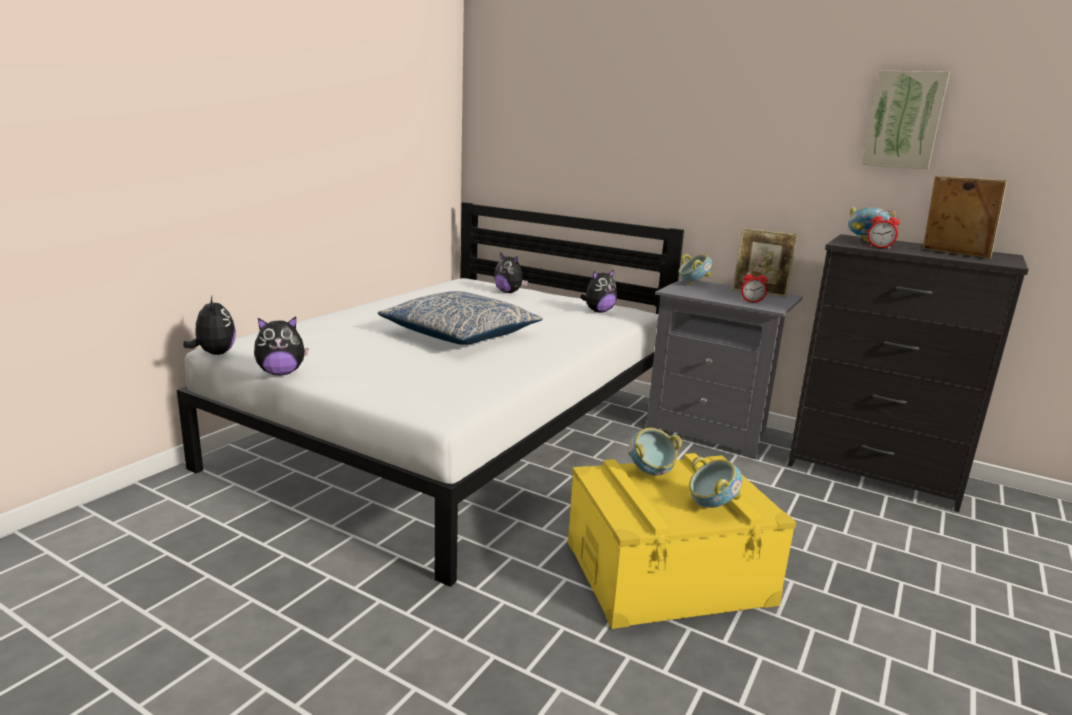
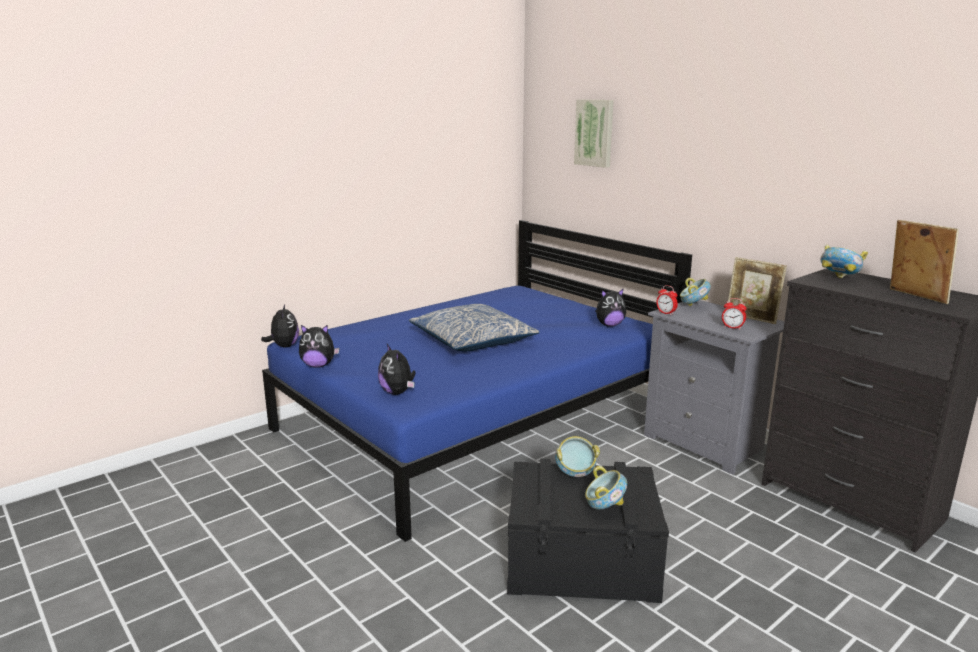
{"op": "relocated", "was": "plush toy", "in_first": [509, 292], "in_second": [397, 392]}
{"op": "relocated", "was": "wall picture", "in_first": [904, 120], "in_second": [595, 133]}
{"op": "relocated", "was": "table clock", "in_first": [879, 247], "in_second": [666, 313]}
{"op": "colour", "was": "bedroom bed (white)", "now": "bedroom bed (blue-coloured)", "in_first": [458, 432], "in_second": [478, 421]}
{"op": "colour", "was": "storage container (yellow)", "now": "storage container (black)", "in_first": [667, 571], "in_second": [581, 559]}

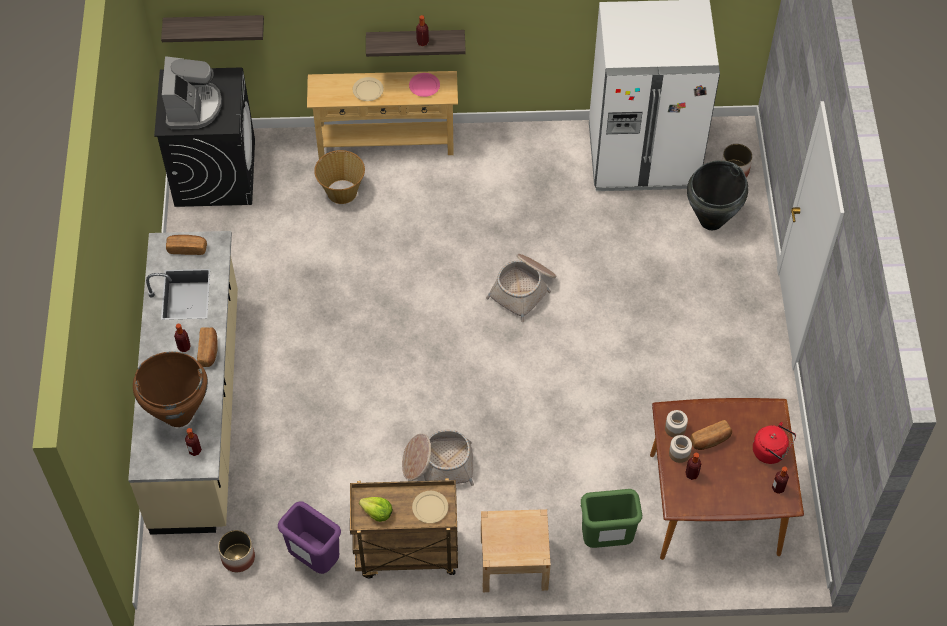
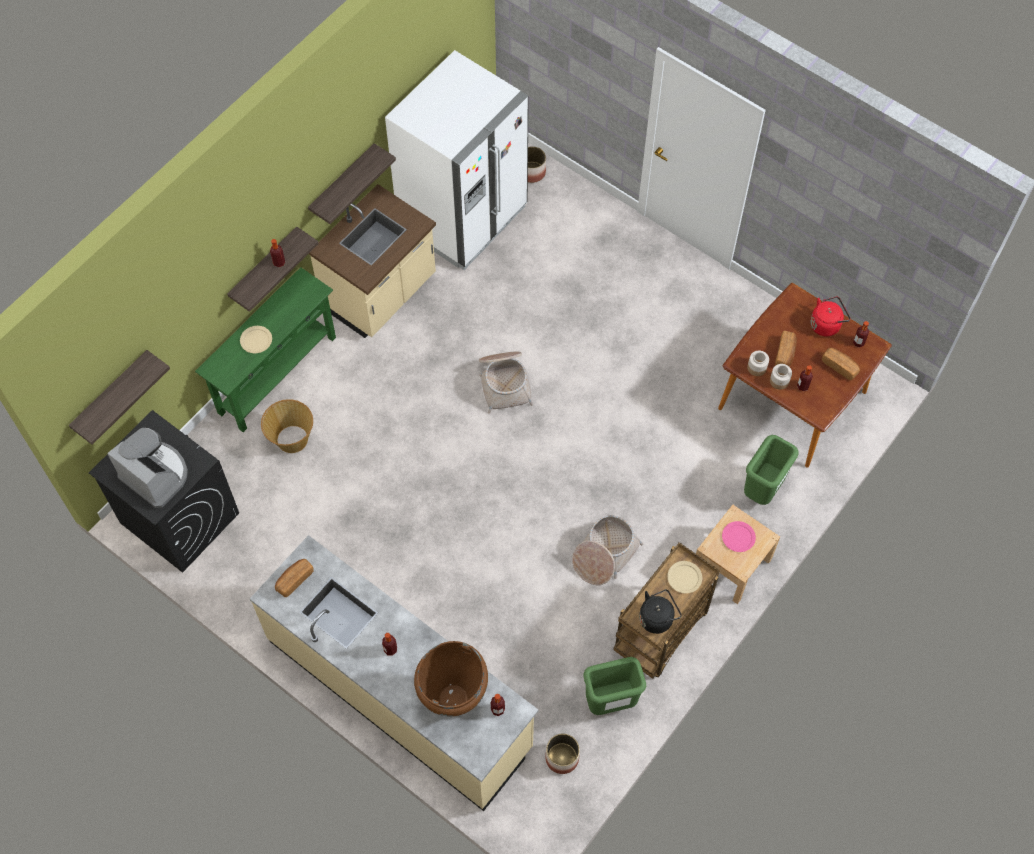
{"op": "missing", "was": "vase (black)", "in_first": [711, 221]}
{"op": "appeared", "now": "bracket shelf", "in_second": [342, 183]}
{"op": "appeared", "now": "counter (beige)", "in_second": [380, 294]}
{"op": "relocated", "was": "bread", "in_first": [208, 351], "in_second": [840, 366]}
{"op": "relocated", "was": "flat dish (pink-coloured)", "in_first": [424, 86], "in_second": [738, 537]}
{"op": "exchanged", "was": "lettuce head", "now": "tea kettle (black)", "in_first": [377, 513], "in_second": [657, 618]}
{"op": "colour", "was": "waste bin (purple-coloured)", "now": "waste bin (greenish)", "in_first": [314, 559], "in_second": [610, 702]}
{"op": "colour", "was": "console table (beige)", "now": "console table (greenish)", "in_first": [386, 143], "in_second": [277, 374]}

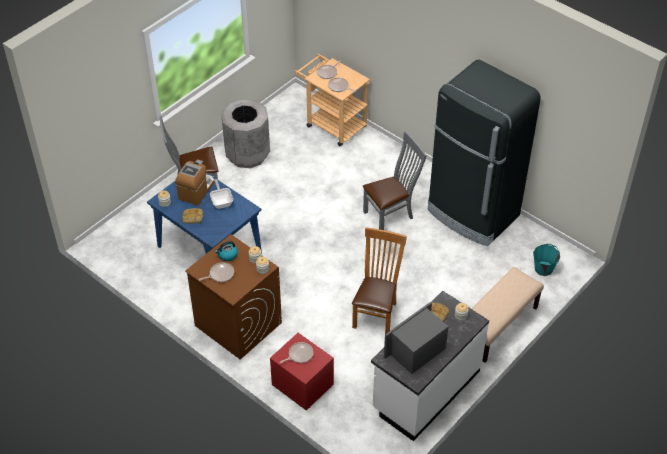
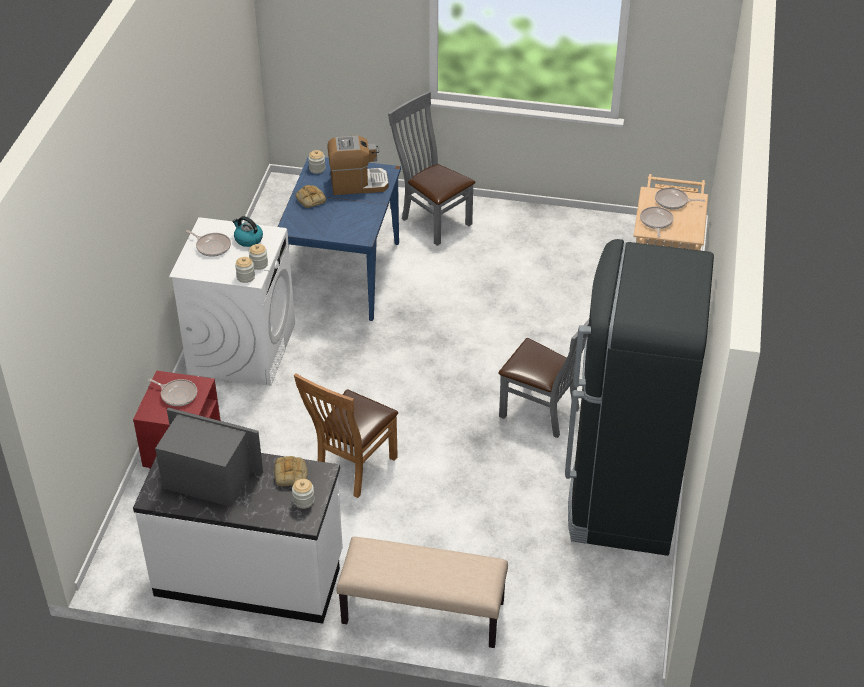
{"op": "missing", "was": "frying pan", "in_first": [221, 201]}
{"op": "missing", "was": "waste bin (grey)", "in_first": [247, 154]}
{"op": "missing", "was": "water bucket (turquoise-coloured)", "in_first": [543, 269]}
{"op": "colour", "was": "laundry appliance (brownish)", "now": "laundry appliance (white)", "in_first": [237, 324], "in_second": [242, 348]}
{"op": "spun", "was": "upright chair (brownish)", "in_first": [376, 313], "in_second": [352, 470], "clockwise": 135}

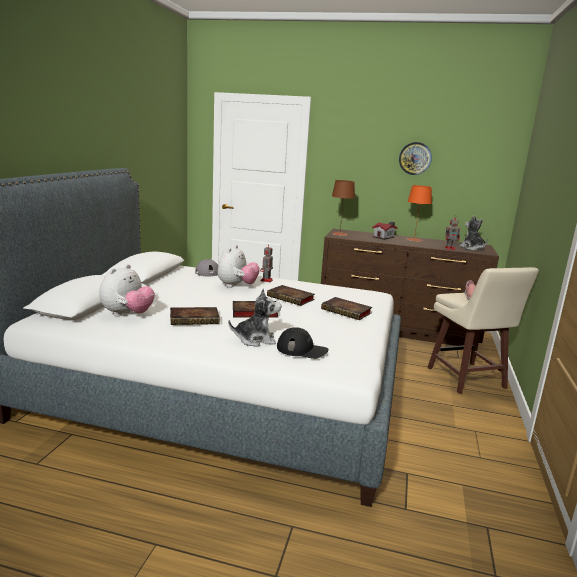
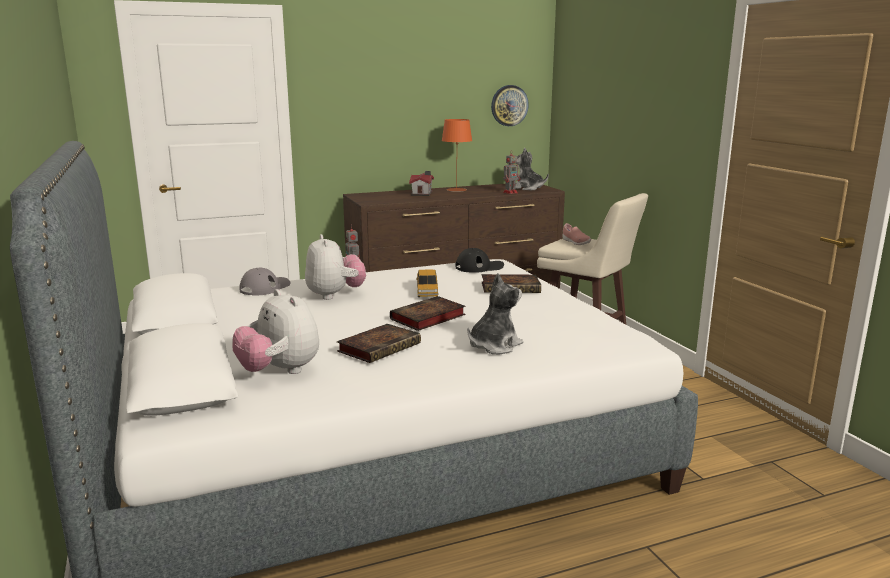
{"op": "missing", "was": "lamp for a table (brownish)", "in_first": [339, 234]}
{"op": "relocated", "was": "peaked cap (black)", "in_first": [302, 349], "in_second": [479, 267]}
{"op": "relocated", "was": "hanging clock", "in_first": [415, 158], "in_second": [509, 105]}
{"op": "exchanged", "was": "book", "now": "miniature car", "in_first": [292, 298], "in_second": [427, 290]}
{"op": "spun", "was": "plush toy", "in_first": [127, 314], "in_second": [279, 372], "clockwise": 150}

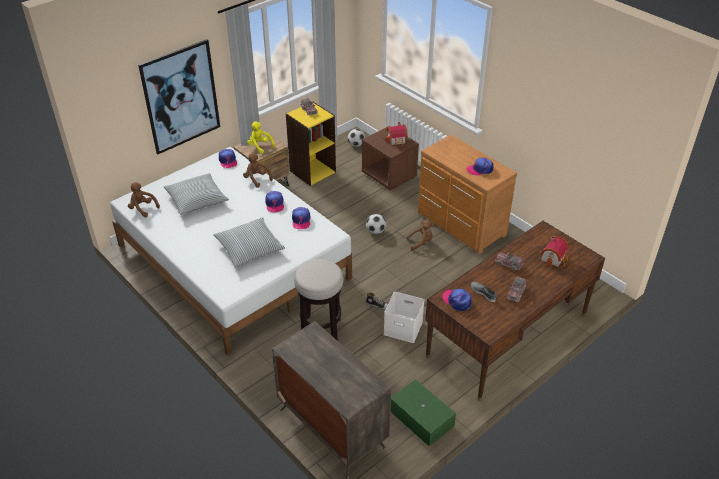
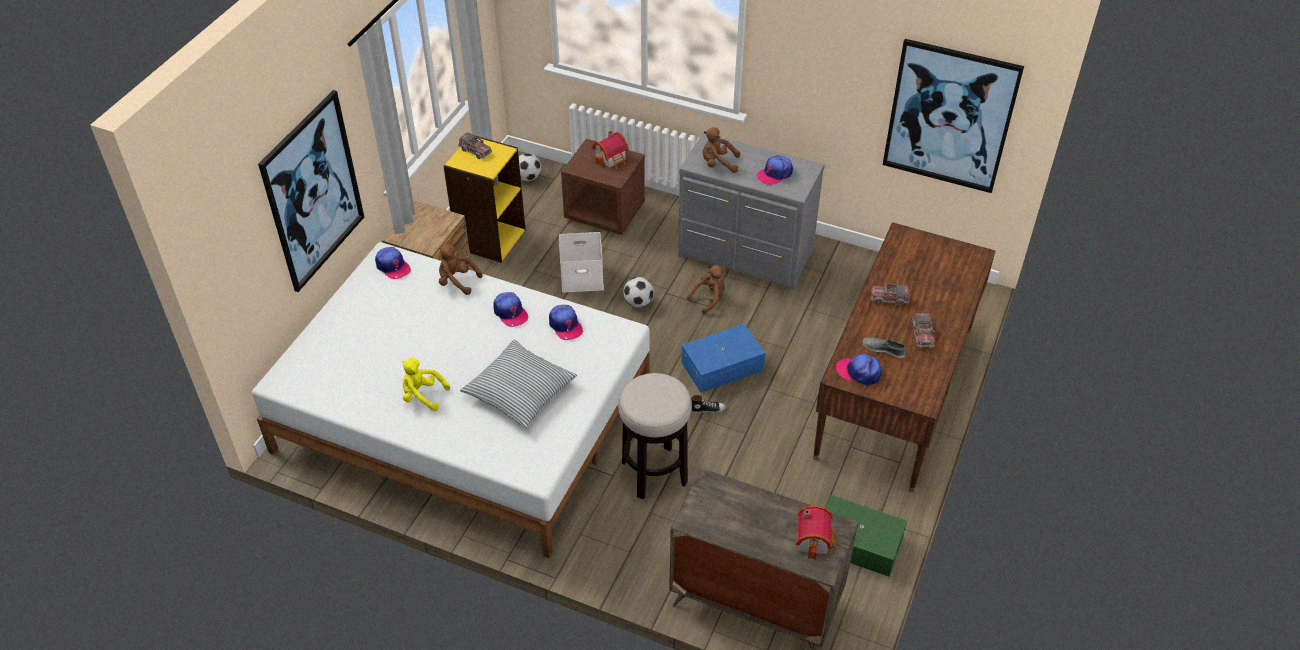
{"op": "missing", "was": "pillow", "in_first": [196, 199]}
{"op": "appeared", "now": "storage container (blue-coloured)", "in_second": [723, 367]}
{"op": "appeared", "now": "wall picture", "in_second": [950, 117]}
{"op": "relocated", "was": "plush toy (brownish)", "in_first": [142, 208], "in_second": [718, 164]}
{"op": "relocated", "was": "plush toy (yellow)", "in_first": [260, 146], "in_second": [422, 396]}
{"op": "relocated", "was": "storage container (white)", "in_first": [402, 328], "in_second": [581, 277]}
{"op": "relocated", "was": "miniature house", "in_first": [554, 258], "in_second": [815, 539]}
{"op": "colour", "was": "chest of drawers (brownish)", "now": "chest of drawers (grey)", "in_first": [460, 225], "in_second": [745, 256]}

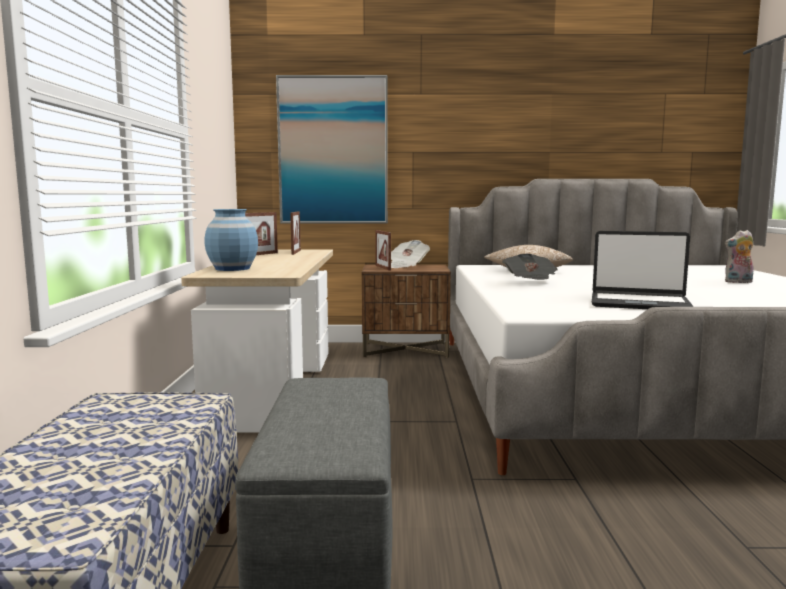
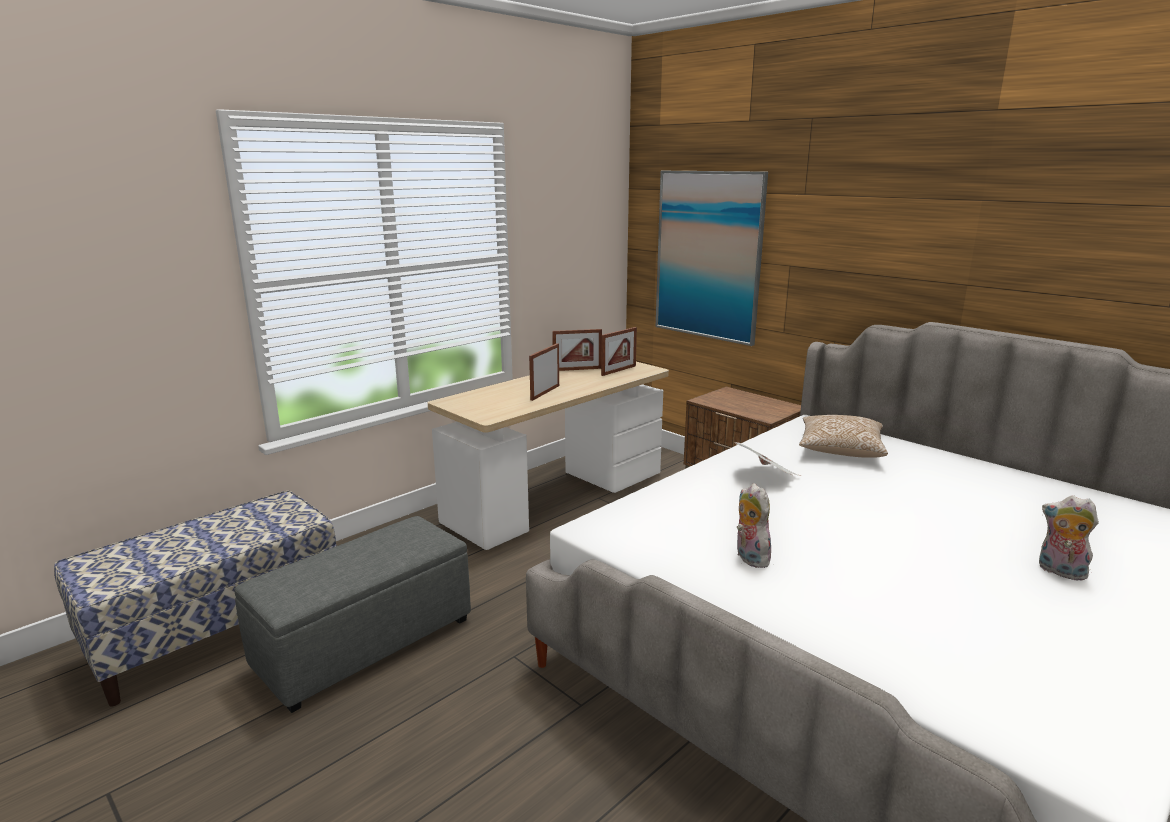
{"op": "missing", "was": "vase (blue-coloured)", "in_first": [232, 269]}
{"op": "missing", "was": "daily paper", "in_first": [407, 266]}
{"op": "relocated", "was": "photo frame", "in_first": [383, 267], "in_second": [545, 393]}
{"op": "exchanged", "was": "laptop", "now": "plush toy", "in_first": [639, 303], "in_second": [749, 557]}

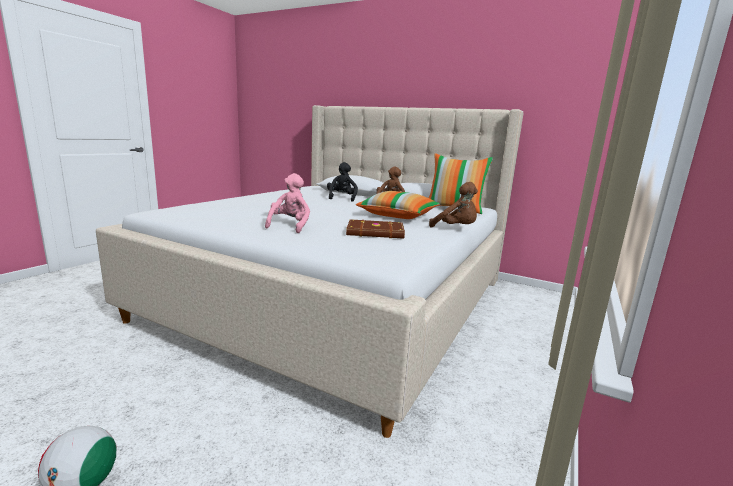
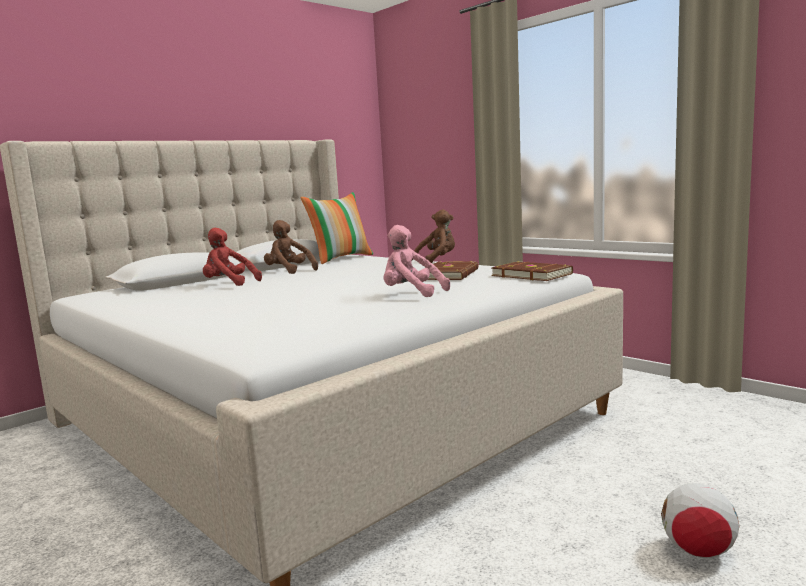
{"op": "missing", "was": "pillow", "in_first": [398, 216]}
{"op": "appeared", "now": "book (brownish)", "in_second": [532, 275]}
{"op": "colour", "was": "plush toy (black)", "now": "plush toy (reddish)", "in_first": [341, 198], "in_second": [229, 284]}

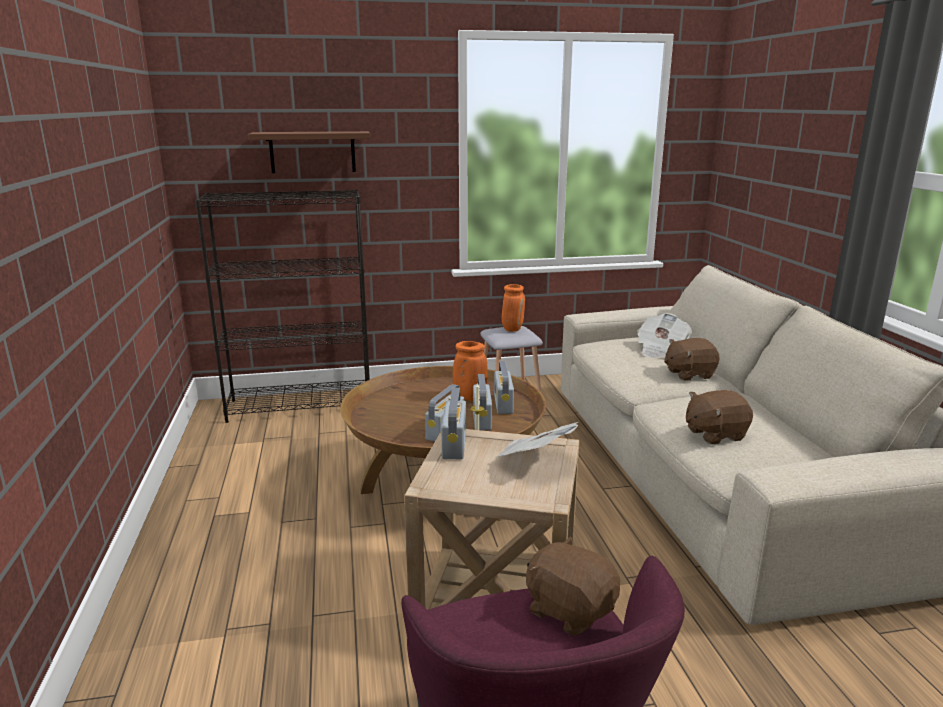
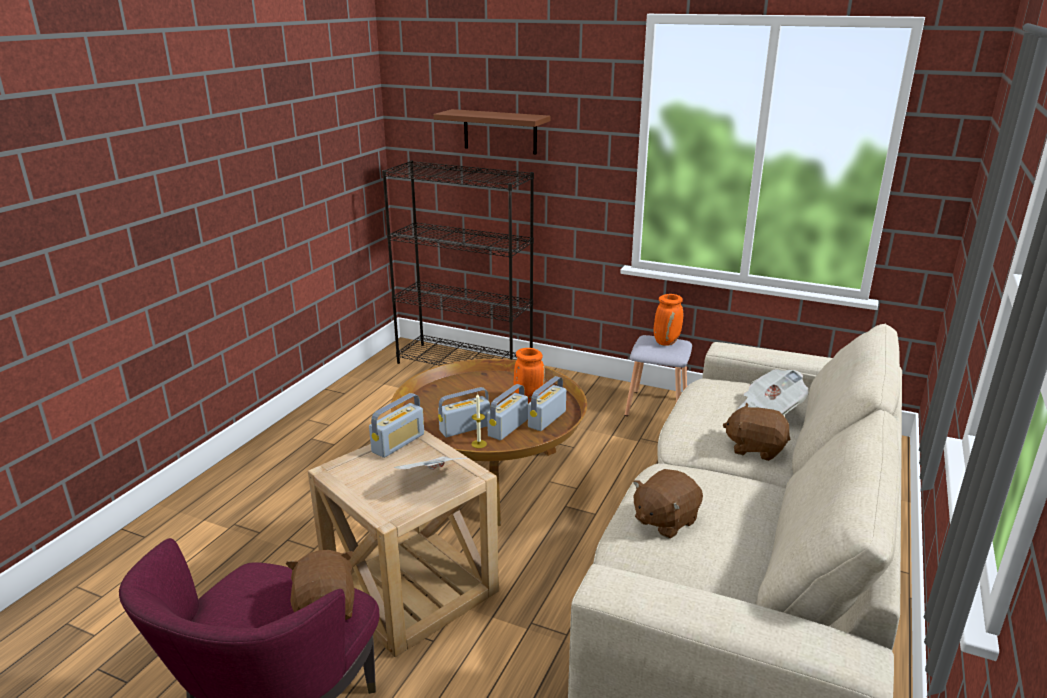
{"op": "spun", "was": "plush toy (brownish)", "in_first": [714, 434], "in_second": [664, 520], "clockwise": -60}

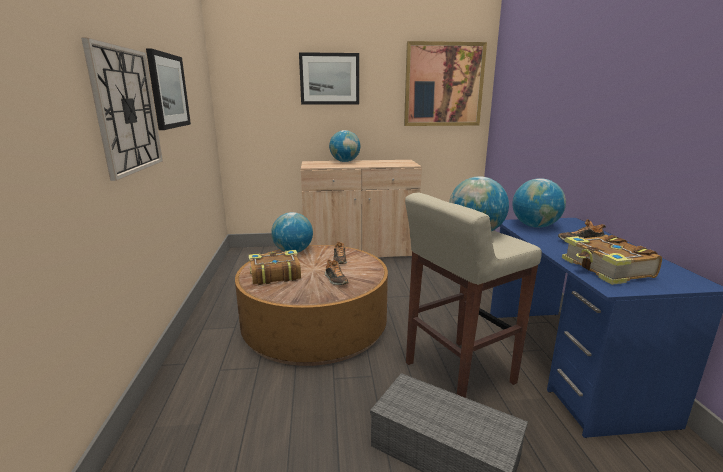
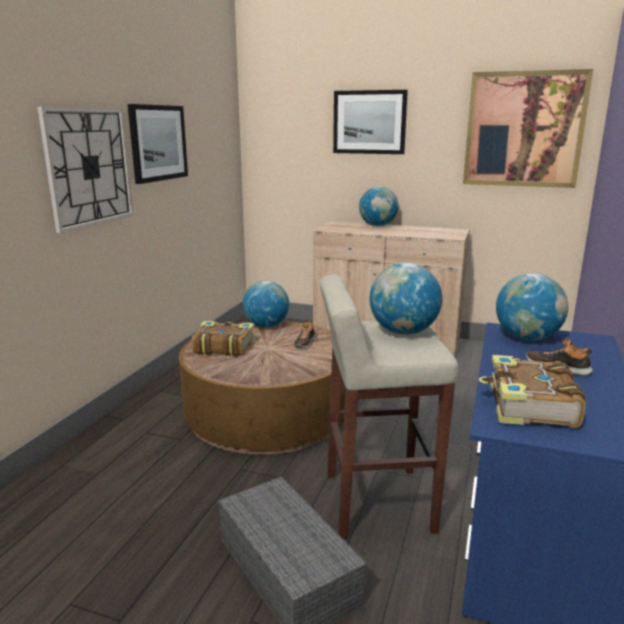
{"op": "missing", "was": "shoe", "in_first": [335, 280]}

